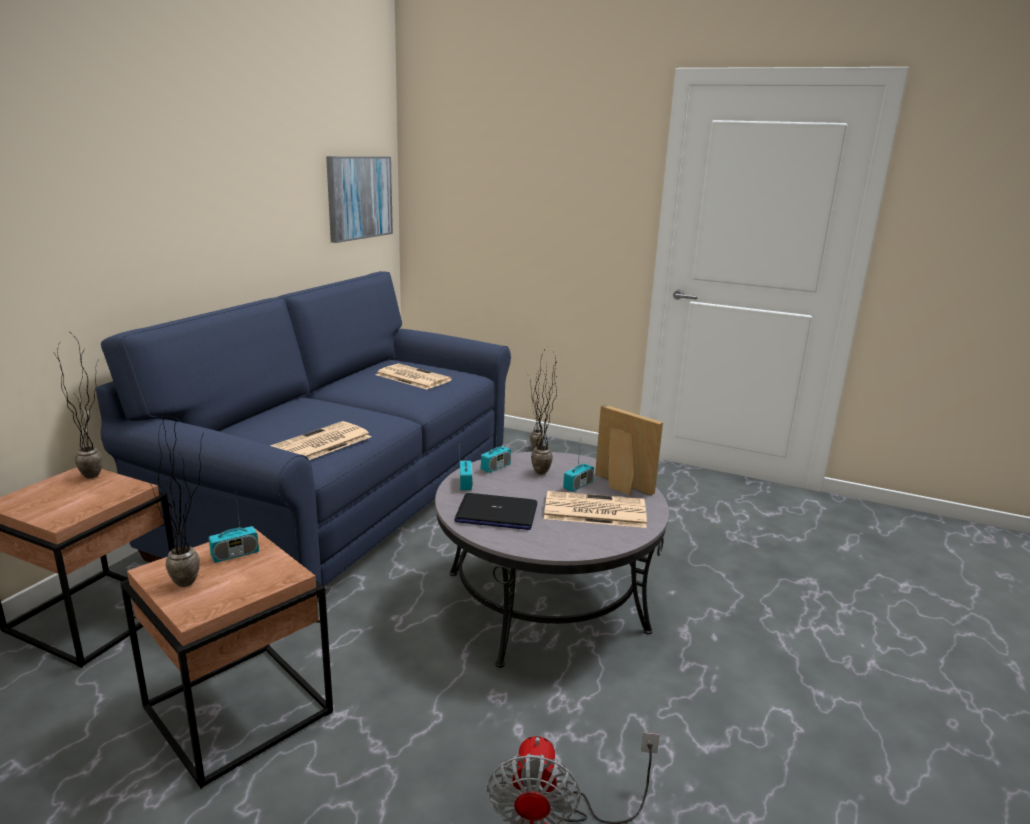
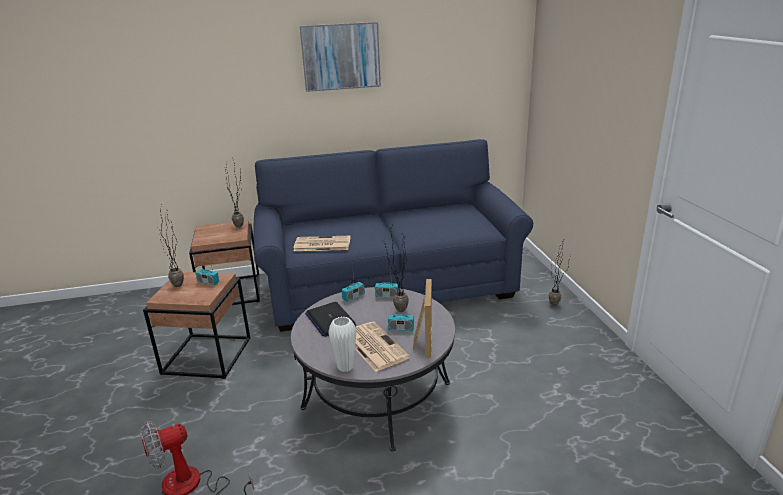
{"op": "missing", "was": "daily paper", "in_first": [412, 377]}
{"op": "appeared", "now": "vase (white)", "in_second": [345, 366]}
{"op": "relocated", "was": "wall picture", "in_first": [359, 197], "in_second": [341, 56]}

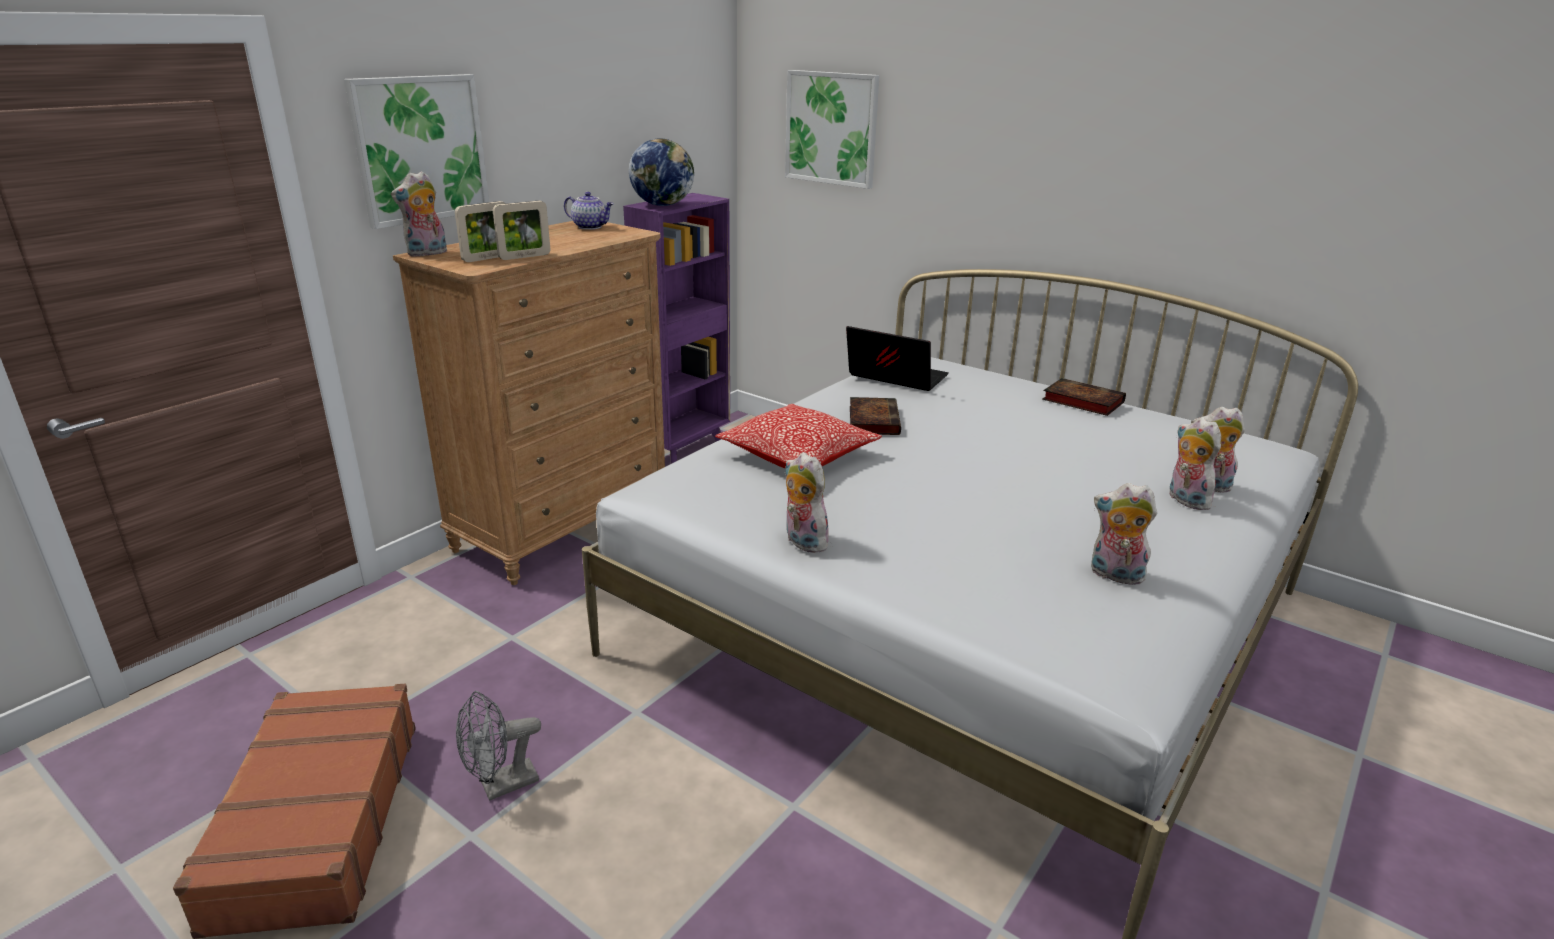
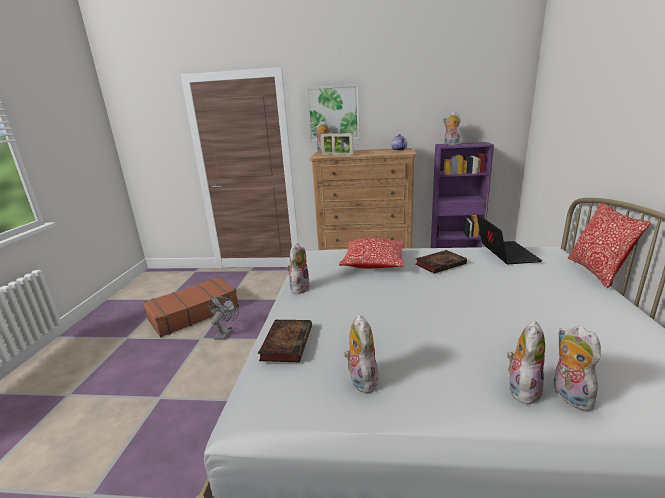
{"op": "missing", "was": "wall picture", "in_first": [831, 128]}
{"op": "appeared", "now": "pillow", "in_second": [596, 272]}
{"op": "relocated", "was": "book", "in_first": [1080, 401], "in_second": [287, 342]}
{"op": "exchanged", "was": "world globe", "now": "plush toy", "in_first": [663, 205], "in_second": [451, 144]}
{"op": "spun", "was": "cooling fan (grey)", "in_first": [501, 786], "in_second": [225, 332], "clockwise": 75}

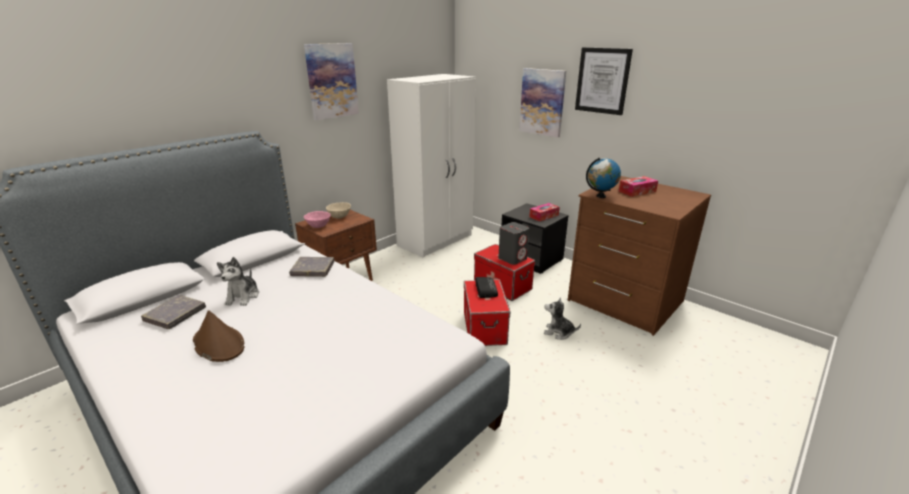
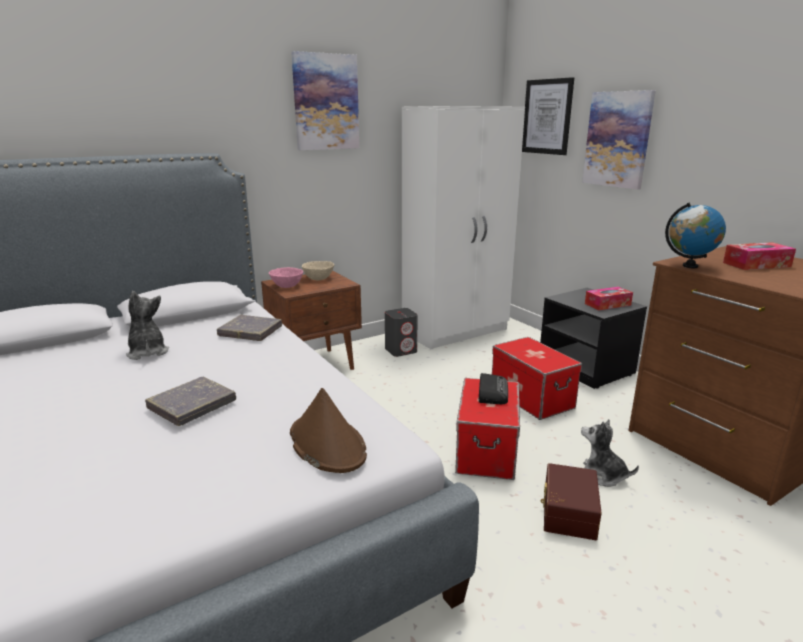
{"op": "appeared", "now": "storage container (brownish)", "in_second": [567, 512]}
{"op": "relocated", "was": "book (grey)", "in_first": [175, 315], "in_second": [192, 405]}
{"op": "relocated", "was": "clothing hat (brownish)", "in_first": [218, 344], "in_second": [326, 444]}
{"op": "relocated", "was": "audio speaker (grey)", "in_first": [512, 258], "in_second": [401, 350]}
{"op": "relocated", "was": "wall picture", "in_first": [602, 81], "in_second": [547, 117]}
{"op": "spun", "was": "plush toy", "in_first": [243, 296], "in_second": [147, 352], "clockwise": 135}

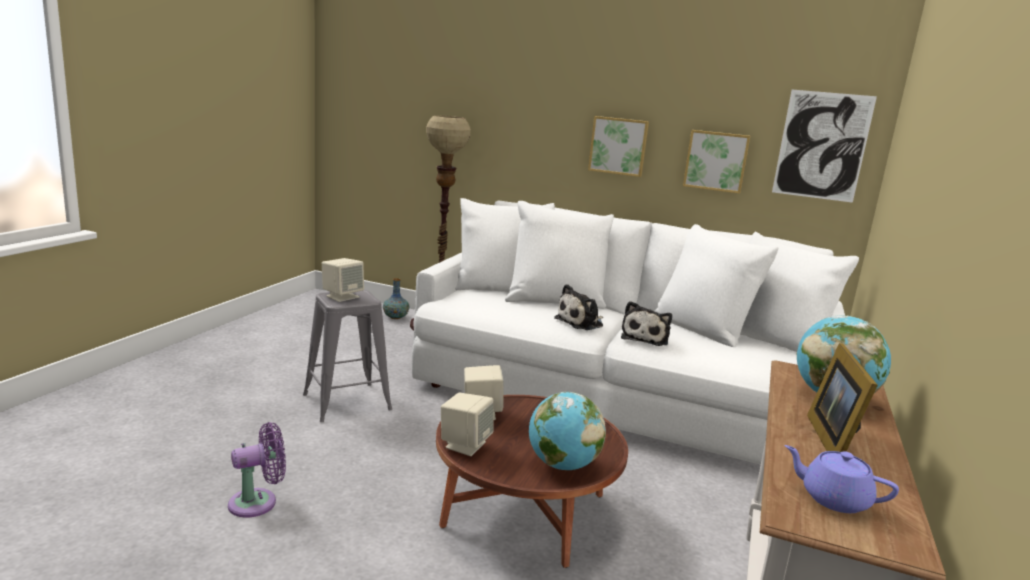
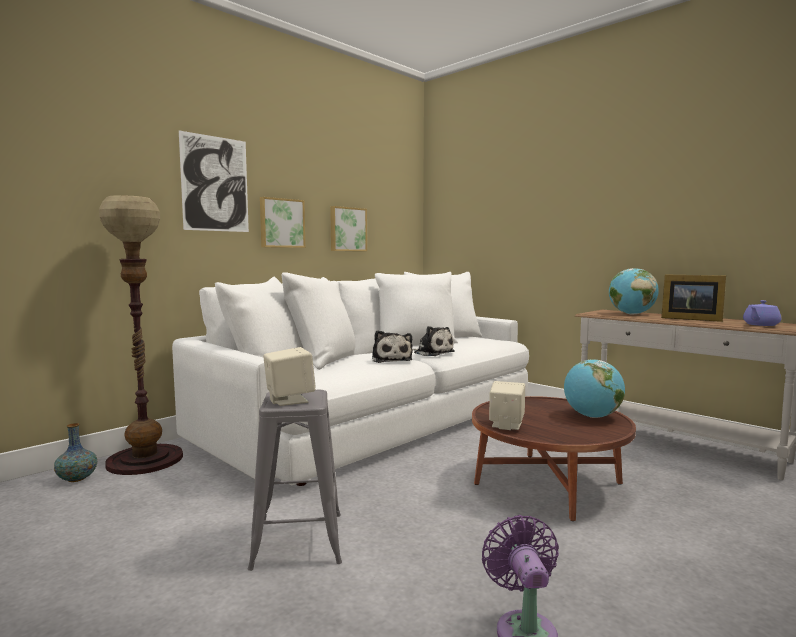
{"op": "missing", "was": "audio speaker (beige)", "in_first": [465, 444]}
{"op": "relocated", "was": "wall picture", "in_first": [822, 146], "in_second": [215, 184]}

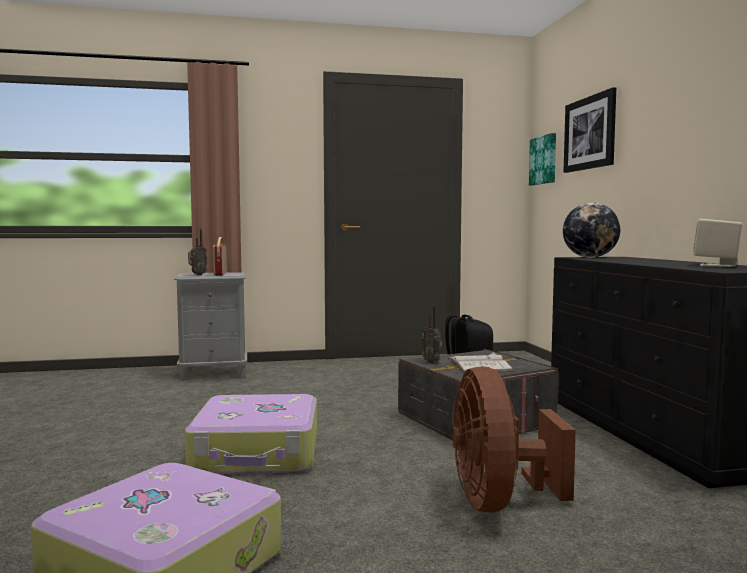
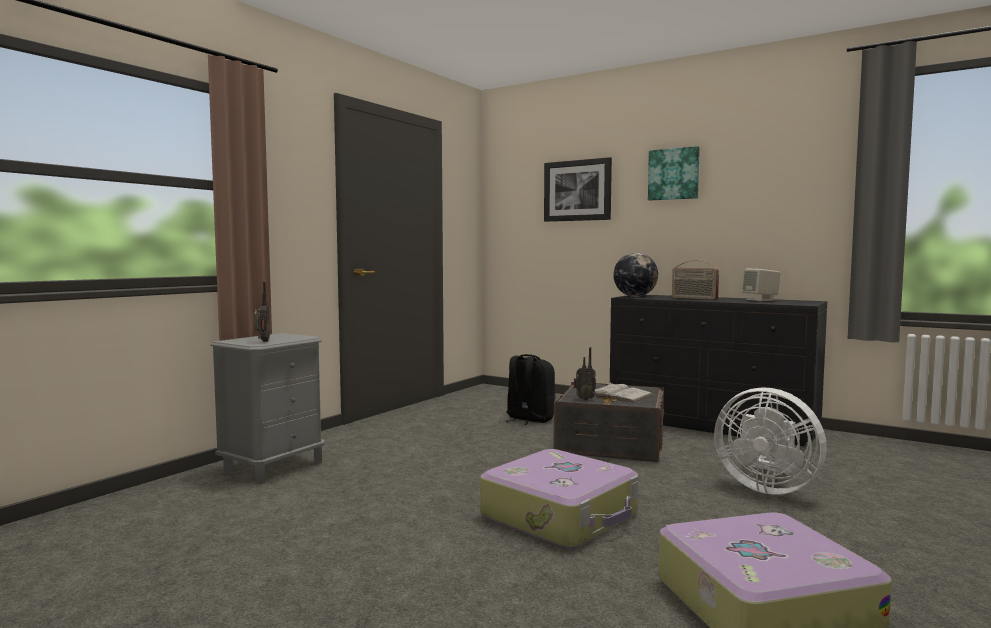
{"op": "relocated", "was": "radio set", "in_first": [220, 274], "in_second": [694, 298]}
{"op": "relocated", "was": "wall picture", "in_first": [544, 160], "in_second": [674, 174]}
{"op": "colour", "was": "cooling fan (brownish)", "now": "cooling fan (white)", "in_first": [499, 502], "in_second": [766, 487]}

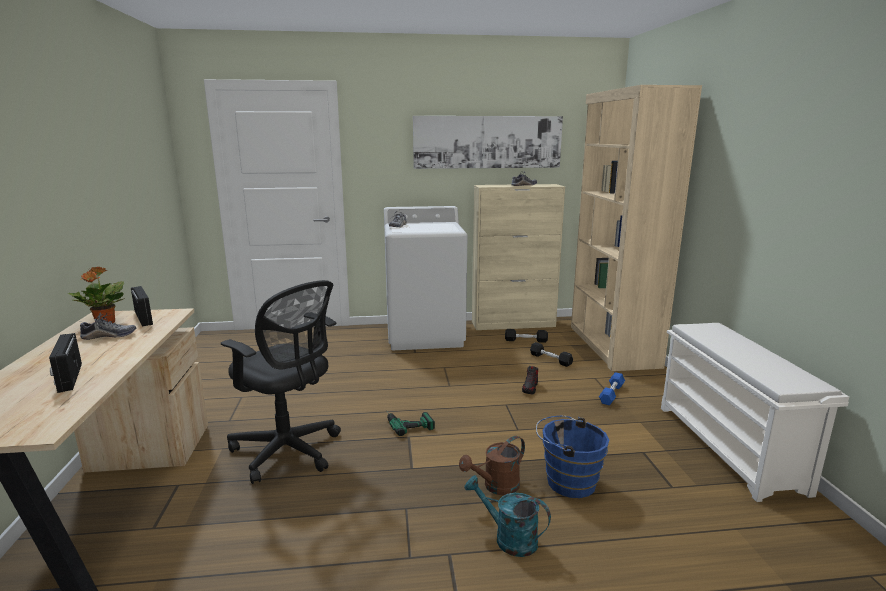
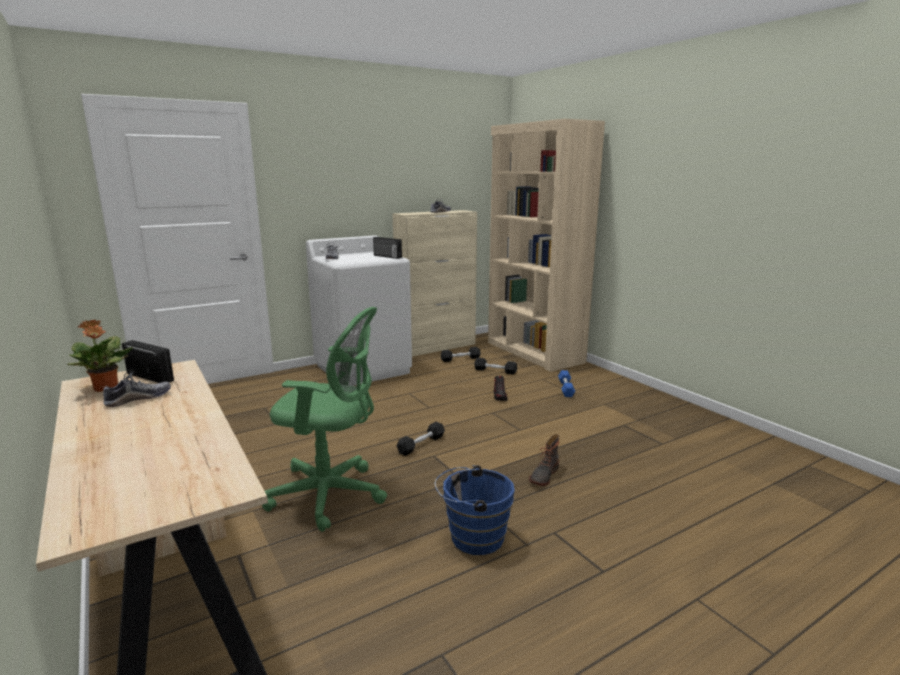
{"op": "missing", "was": "wall picture", "in_first": [487, 142]}
{"op": "missing", "was": "sprinkling can (turquoise-coloured)", "in_first": [508, 538]}
{"op": "missing", "was": "shoe shelf (white)", "in_first": [729, 447]}
{"op": "relocated", "was": "radio set", "in_first": [68, 378], "in_second": [387, 256]}
{"op": "relocated", "was": "water bucket (blue-coloured)", "in_first": [567, 481], "in_second": [472, 537]}
{"op": "exchanged", "was": "drill", "now": "hand weight (black)", "in_first": [407, 422], "in_second": [421, 444]}
{"op": "exchanged", "was": "sprinkling can (brownish)", "now": "boot", "in_first": [496, 487], "in_second": [543, 475]}
{"op": "colour", "was": "computer chair (black)", "now": "computer chair (greenish)", "in_first": [289, 452], "in_second": [331, 495]}

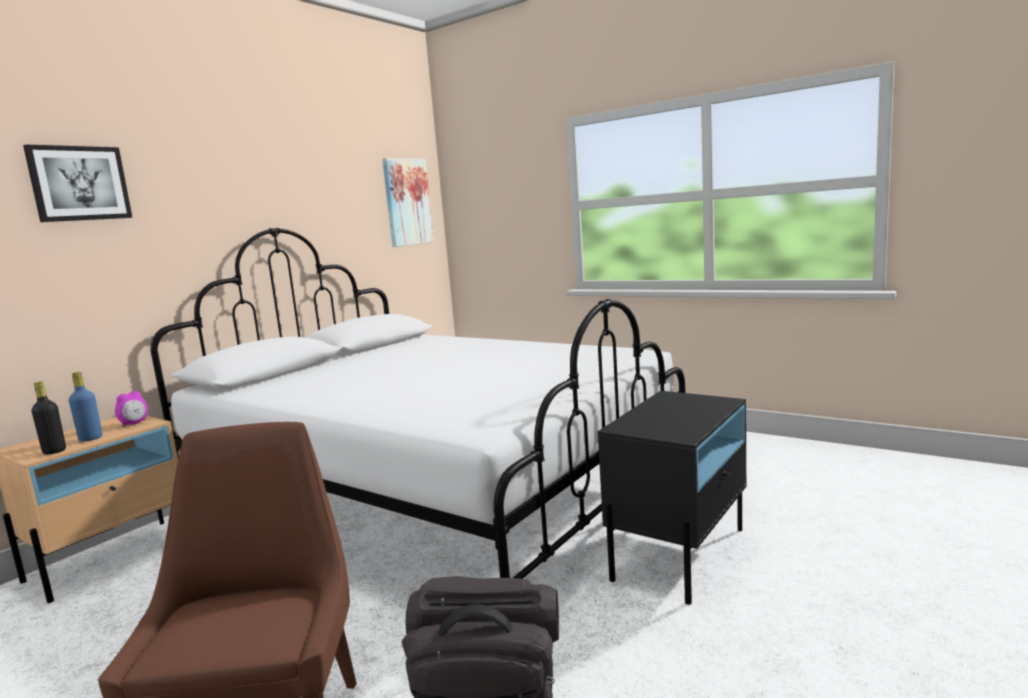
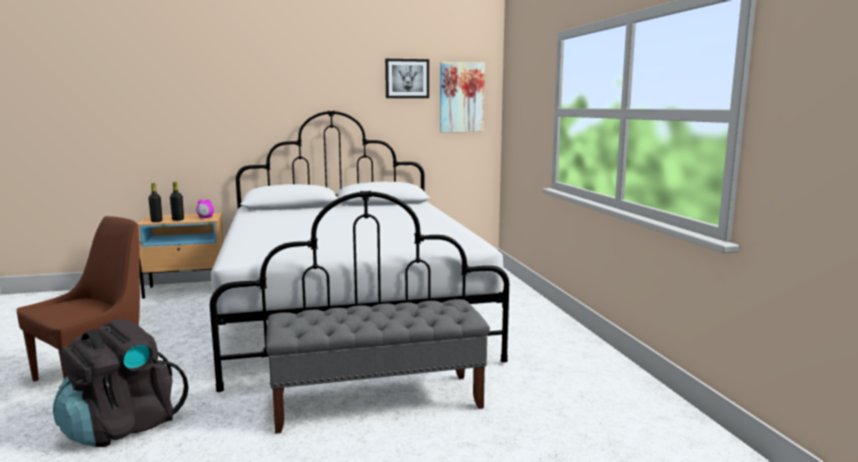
{"op": "relocated", "was": "wall picture", "in_first": [79, 183], "in_second": [407, 78]}
{"op": "exchanged", "was": "nightstand (black)", "now": "long seat (grey)", "in_first": [680, 553], "in_second": [378, 402]}
{"op": "colour", "was": "bottle (blue-coloured)", "now": "bottle (black)", "in_first": [90, 438], "in_second": [178, 220]}

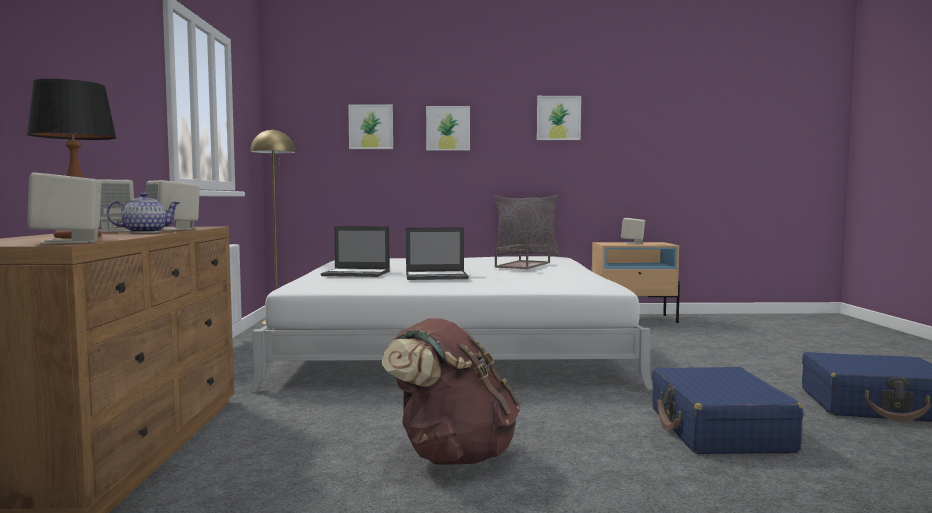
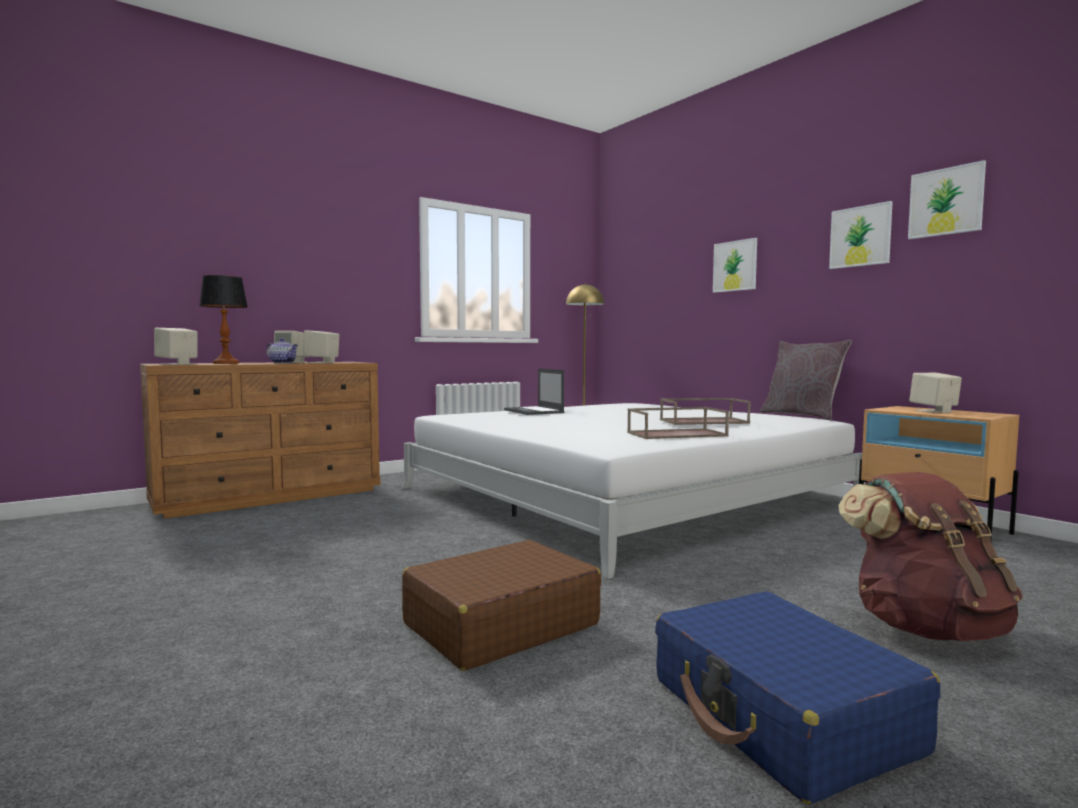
{"op": "missing", "was": "laptop", "in_first": [437, 276]}
{"op": "appeared", "now": "tray (brownish)", "in_second": [677, 434]}
{"op": "relocated", "was": "wall picture", "in_first": [371, 127], "in_second": [946, 202]}
{"op": "relocated", "was": "backpack (brownish)", "in_first": [452, 456], "in_second": [925, 628]}
{"op": "colour", "was": "suitcase (blue-coloured)", "now": "suitcase (brownish)", "in_first": [719, 430], "in_second": [500, 624]}

